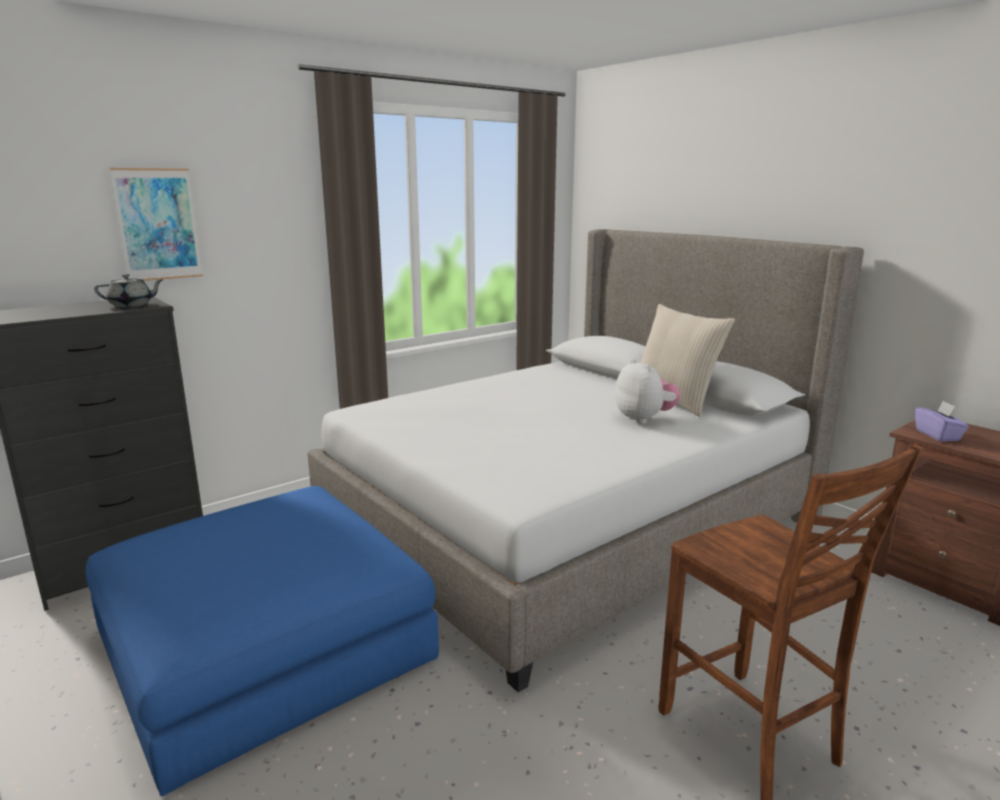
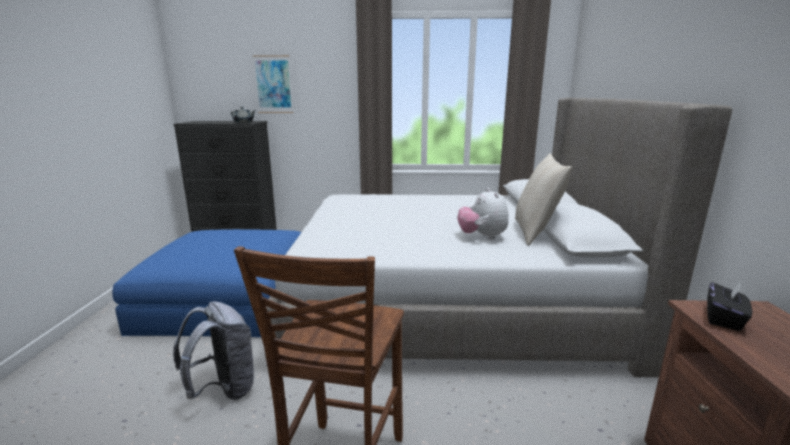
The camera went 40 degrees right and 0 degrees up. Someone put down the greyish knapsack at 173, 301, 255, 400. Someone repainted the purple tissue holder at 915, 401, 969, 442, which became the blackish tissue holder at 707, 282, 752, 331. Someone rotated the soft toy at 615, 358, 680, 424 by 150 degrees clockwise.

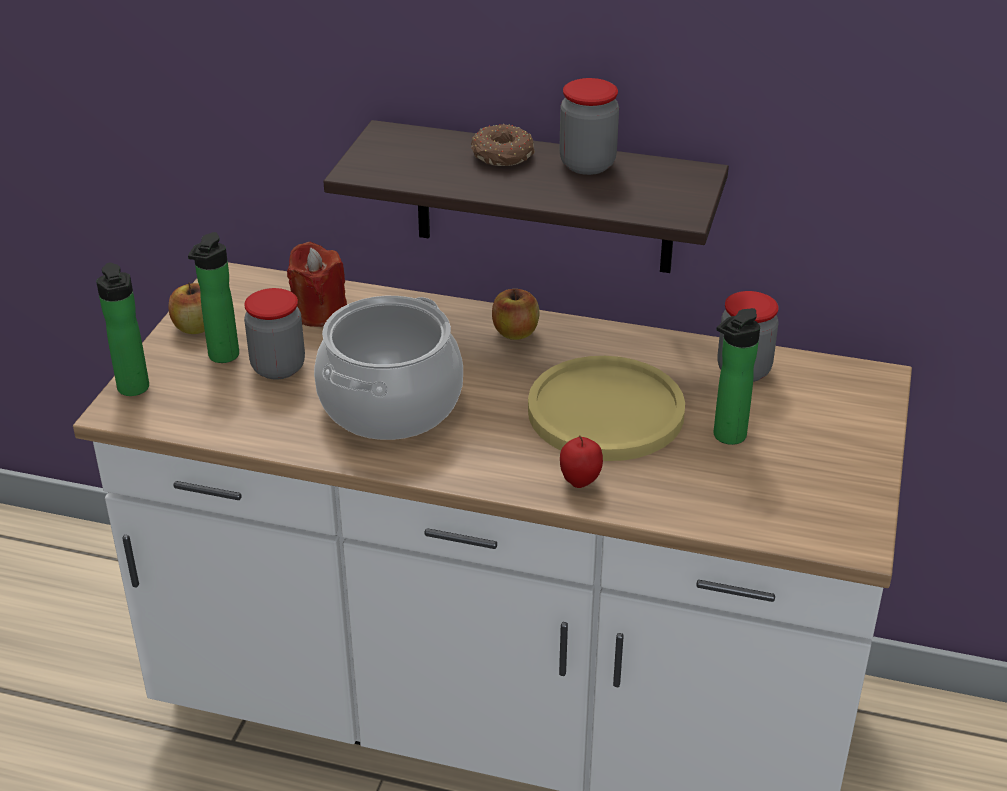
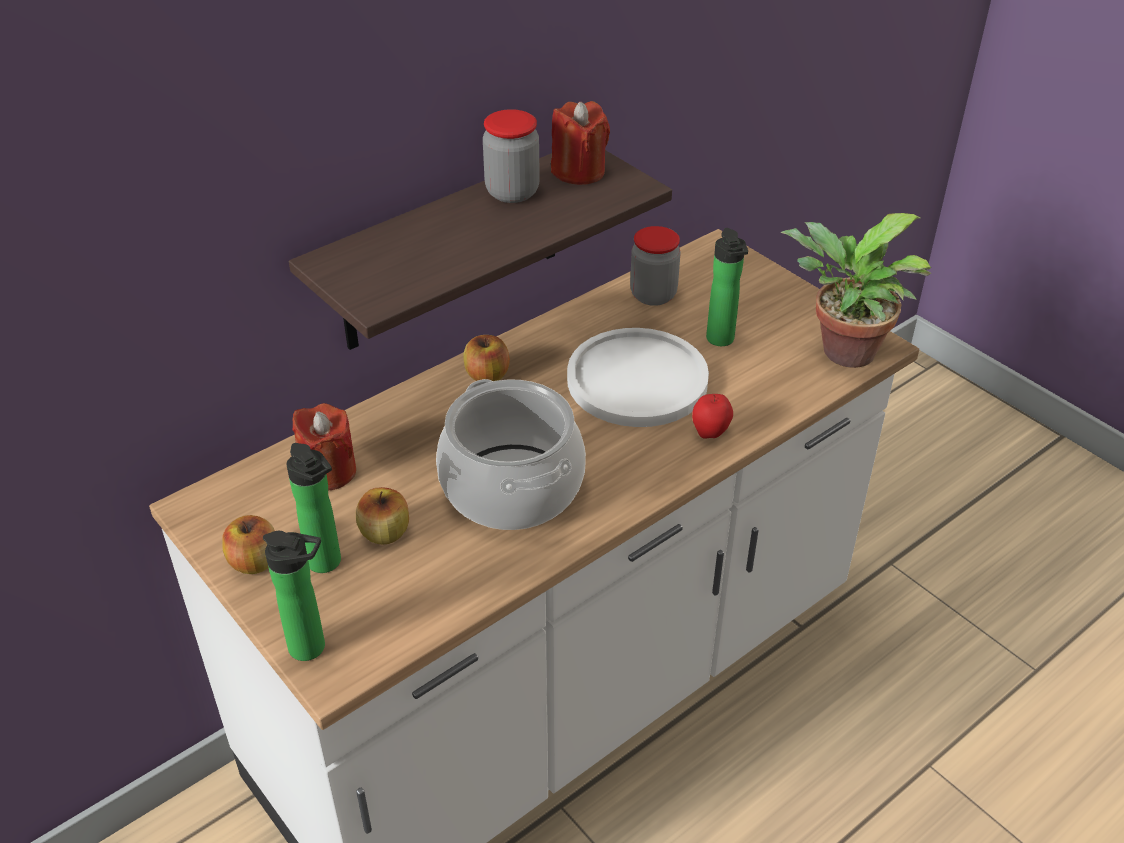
The camera went 55 degrees left and 5 degrees up. Someone took away the ring doughnut at 471, 124, 534, 166. Someone put down the reddish wax light at 551, 101, 610, 185. Someone put down the potted plant at 780, 213, 931, 368. Someone swapped the storage jar at 244, 288, 305, 379 for the apple fruit at 356, 487, 409, 545. Someone repainted the yellow flat dish at 528, 356, 685, 461, which became the white-coloured flat dish at 567, 328, 709, 427.

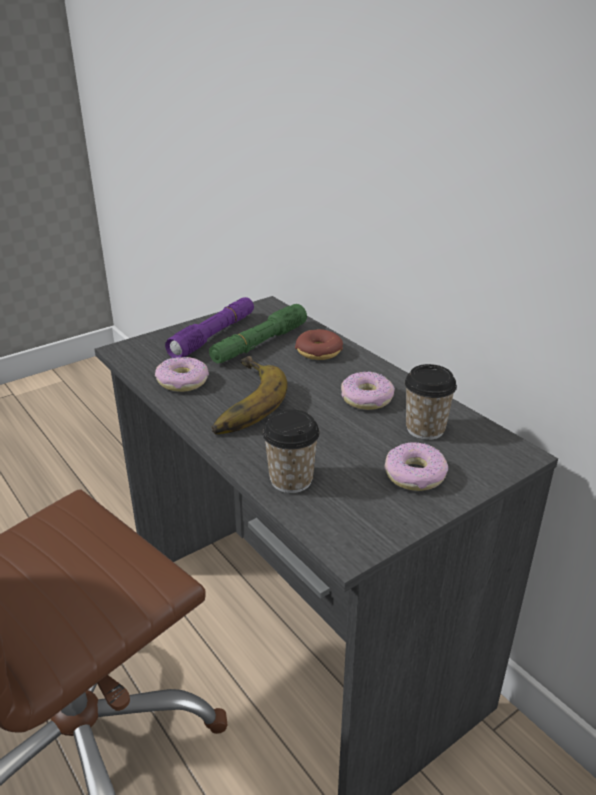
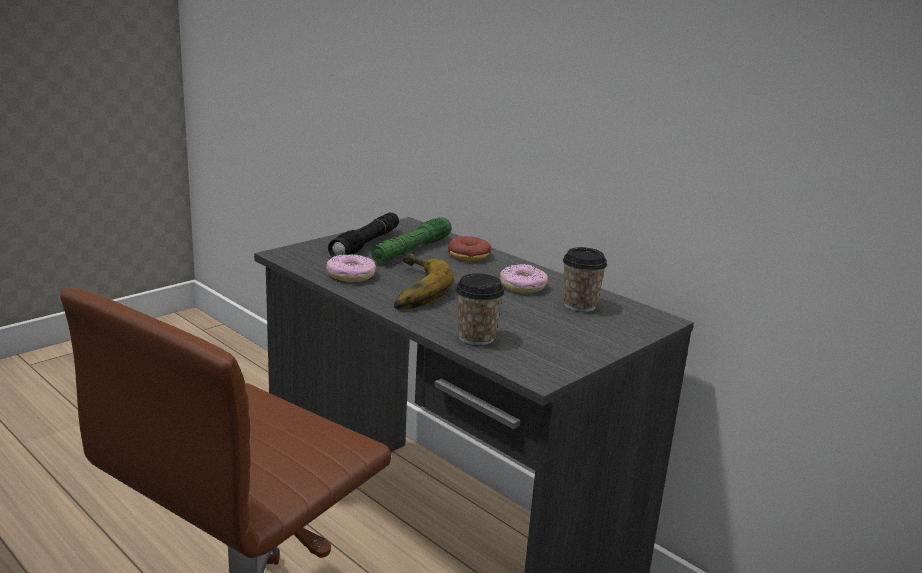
The camera went 10 degrees left and 10 degrees down. Someone took away the ring doughnut at 384, 442, 448, 491. Someone repainted the purple flashlight at 165, 297, 254, 358, which became the blackish flashlight at 328, 213, 399, 257.

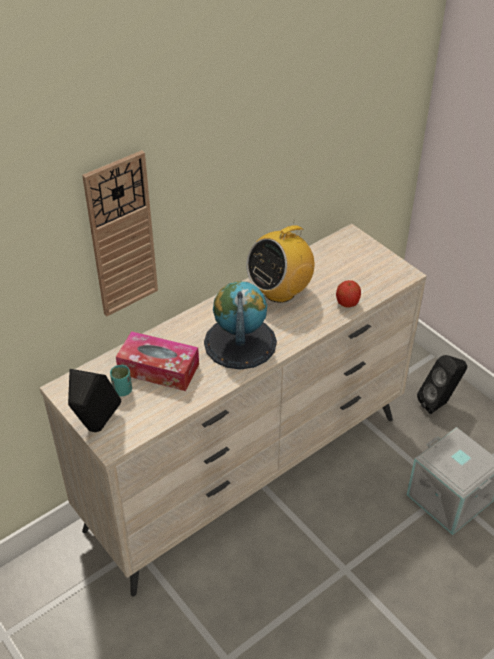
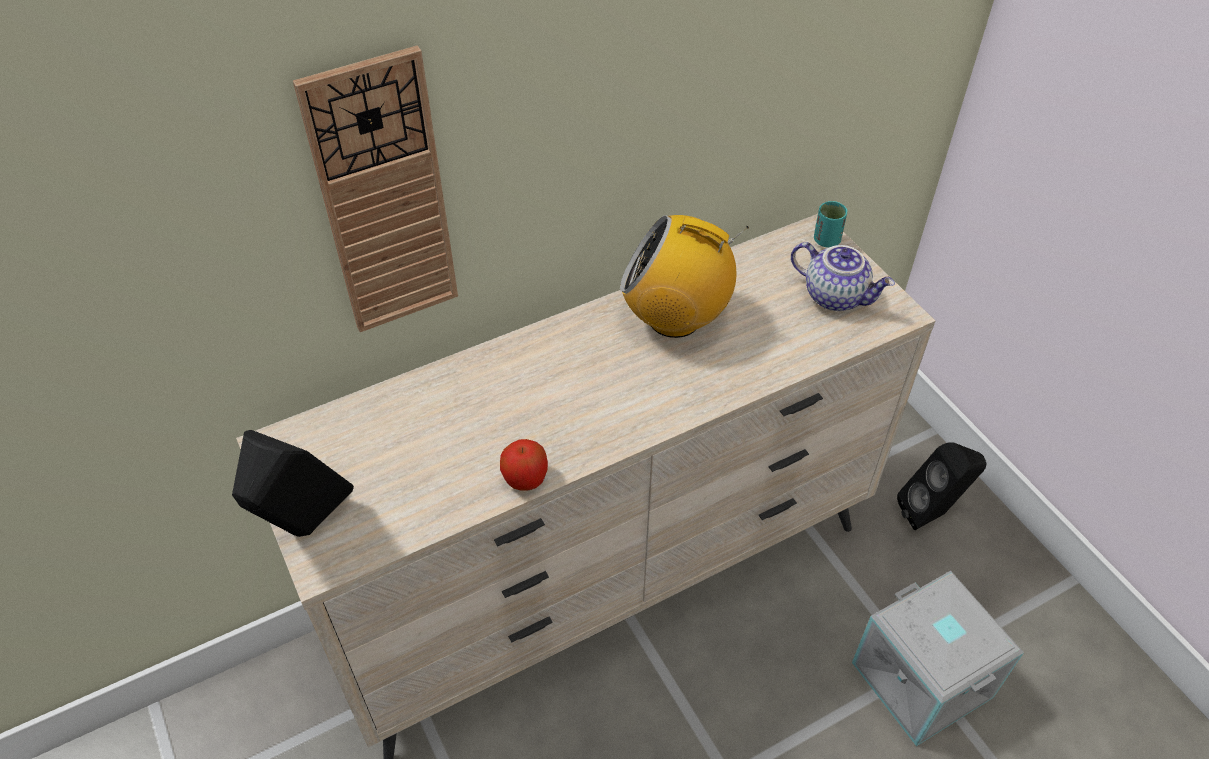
The camera went 10 degrees right and 5 degrees up. Someone took away the tissue holder at 116, 331, 199, 391. Someone took away the globe at 204, 281, 277, 370. Someone put down the tea pot at 791, 242, 895, 311. Someone carried the blue-green cup from 110, 365, 132, 396 to 814, 201, 848, 248. Someone carried the apple fruit from 336, 280, 361, 308 to 500, 439, 548, 491. Someone rotated the radio at 246, 220, 314, 303 by 45 degrees clockwise.

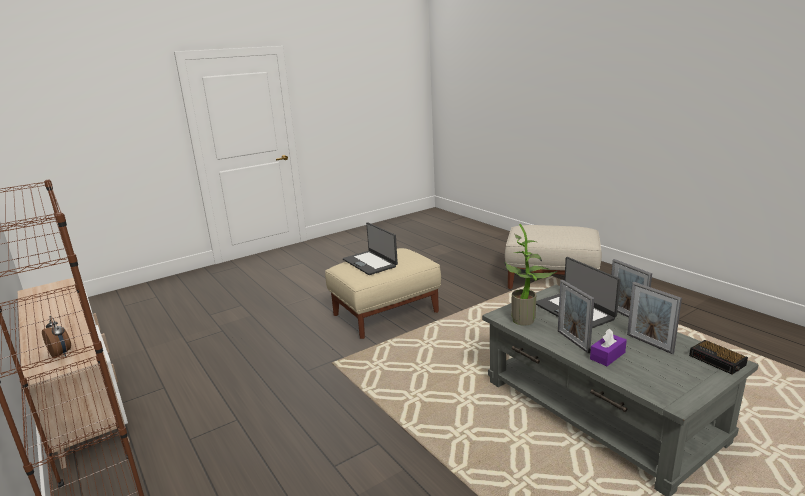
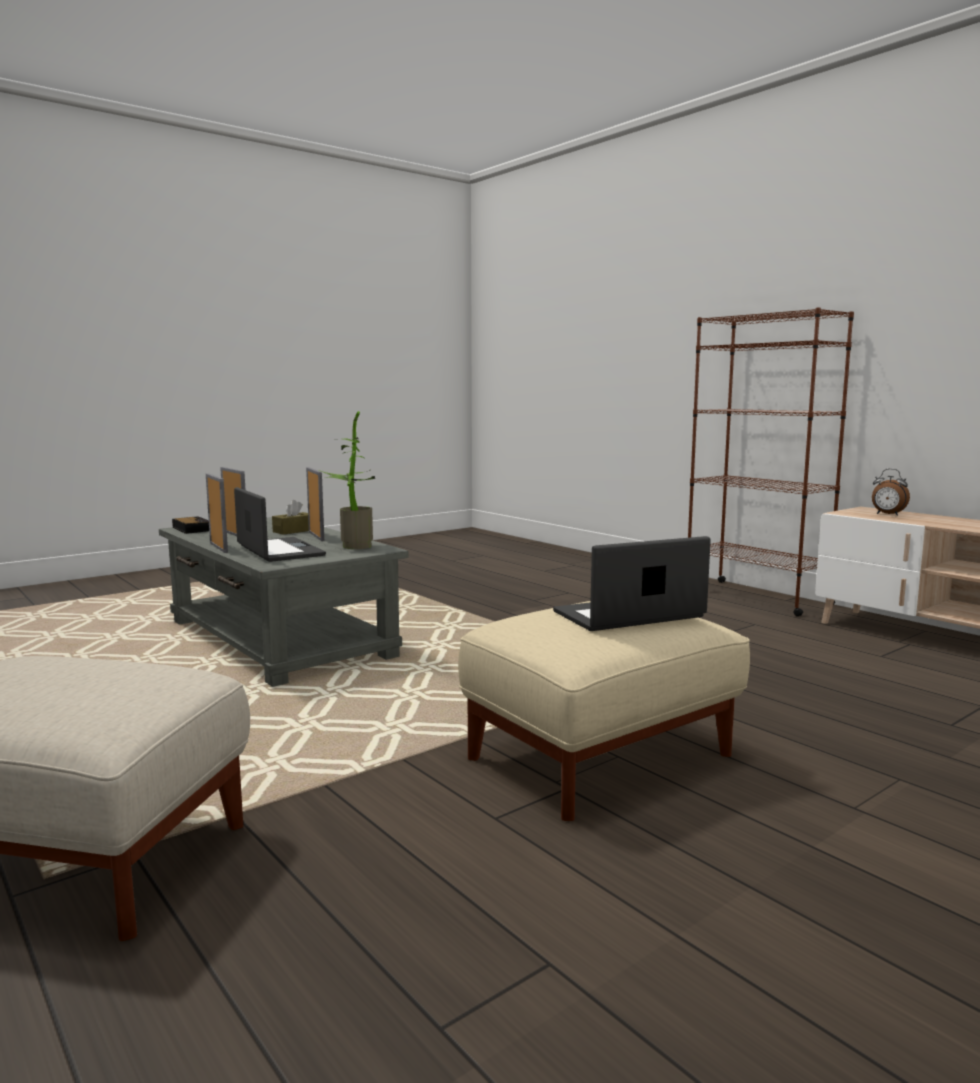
The camera went 175 degrees right and 10 degrees down. Someone repainted the purple tissue holder at 590, 329, 627, 366, which became the brown tissue holder at 272, 500, 309, 535. Someone rotated the portable computer at 343, 222, 398, 275 by 75 degrees counterclockwise.

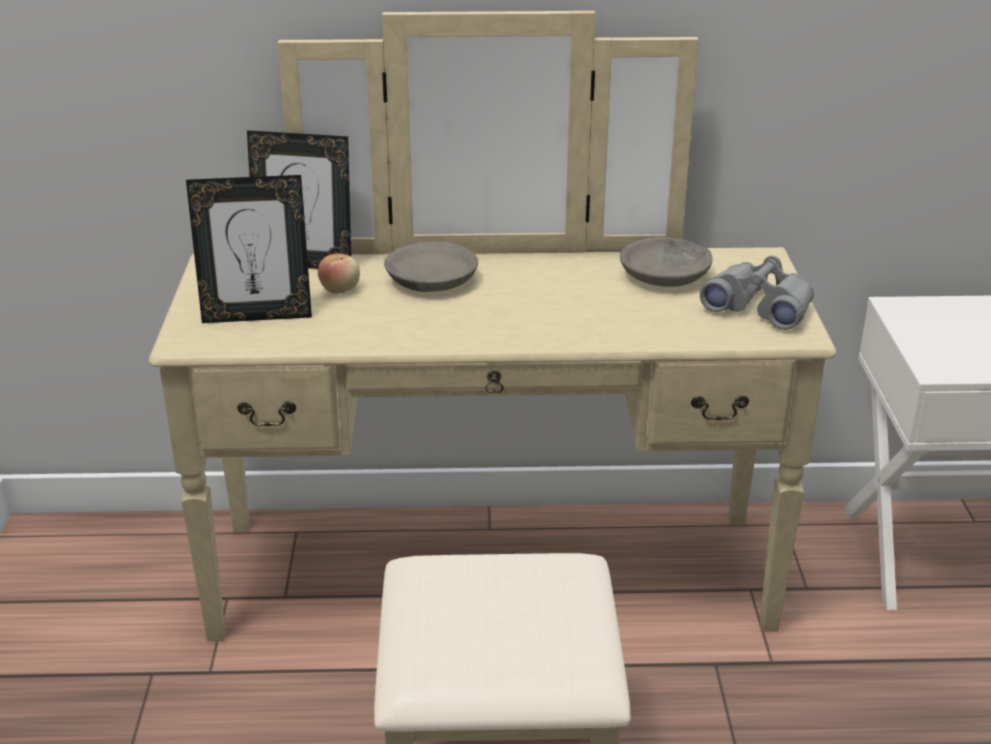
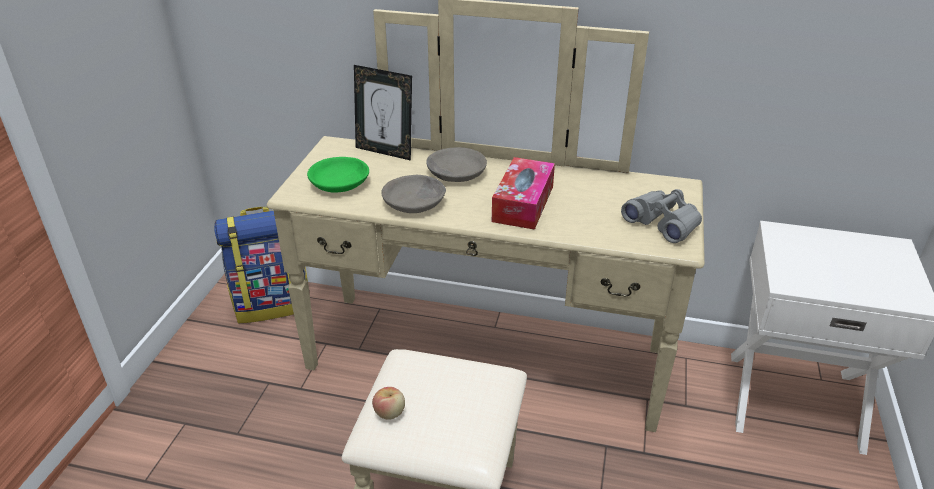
The camera went 15 degrees right and 5 degrees up. Someone put down the knapsack at 214, 207, 308, 323. Someone put down the tissue holder at 492, 157, 555, 230. Someone carried the apple fruit from 318, 253, 360, 294 to 372, 387, 405, 420. Someone carried the greyish serving bowl from 620, 237, 713, 287 to 381, 175, 446, 213. Someone swapped the photo frame at 186, 175, 312, 323 for the green serving bowl at 307, 157, 369, 193.

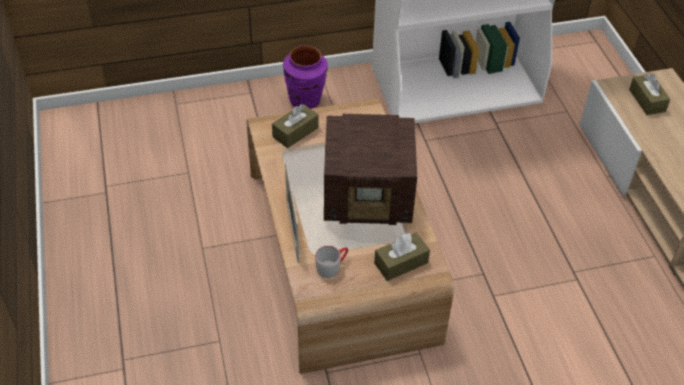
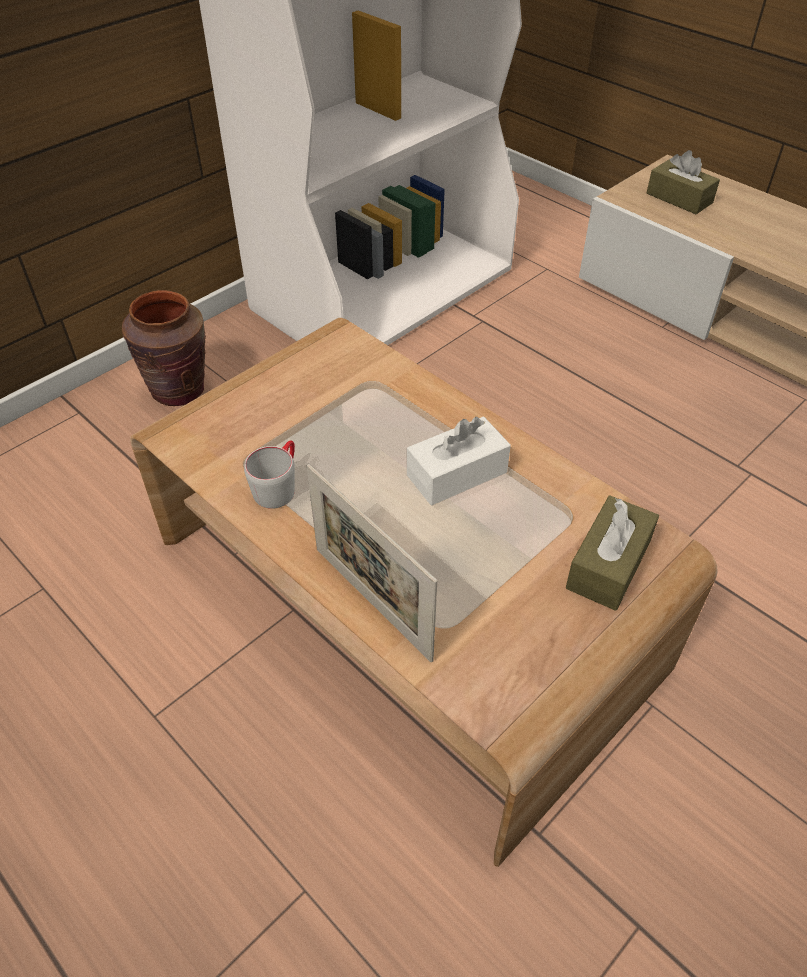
The camera went 30 degrees left and 0 degrees up. Someone took away the brown tissue holder at 272, 104, 318, 148. Someone carried the greyish mug from 315, 245, 348, 278 to 244, 440, 295, 509. Someone swapped the radio at 324, 114, 417, 225 for the white-coloured tissue holder at 407, 416, 511, 505. Someone repainted the purple flower vase at 283, 45, 328, 109, which became the brown flower vase at 122, 290, 206, 406.

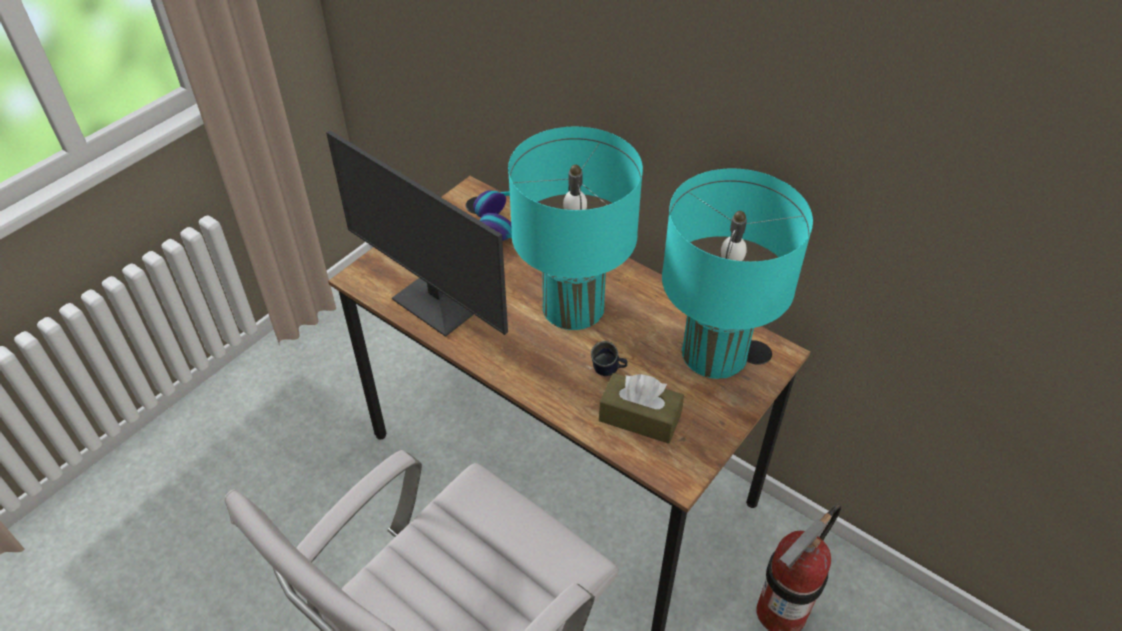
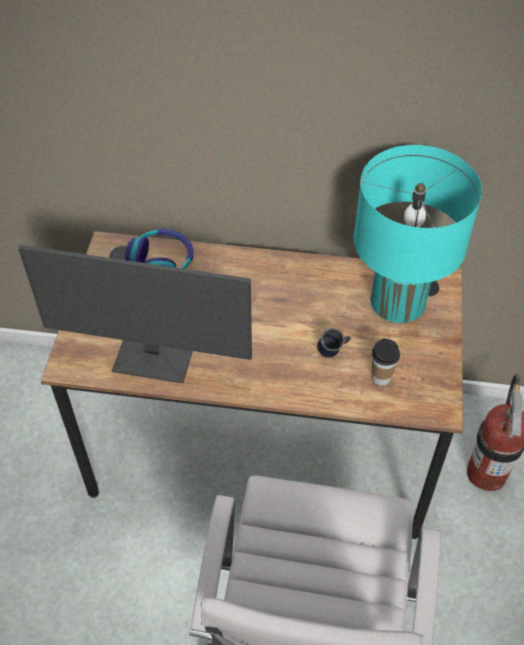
The camera went 30 degrees left and 5 degrees up. Someone took away the blue-green lamp for a table at 508, 127, 643, 330. Someone swapped the brown tissue holder at 599, 373, 684, 444 for the cup at 372, 338, 400, 386.

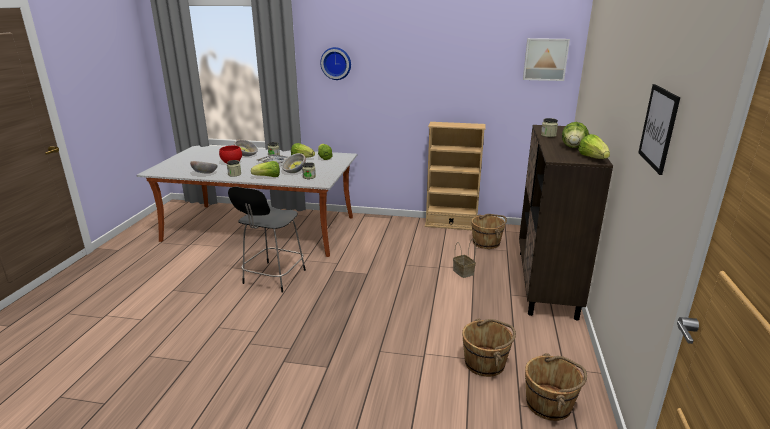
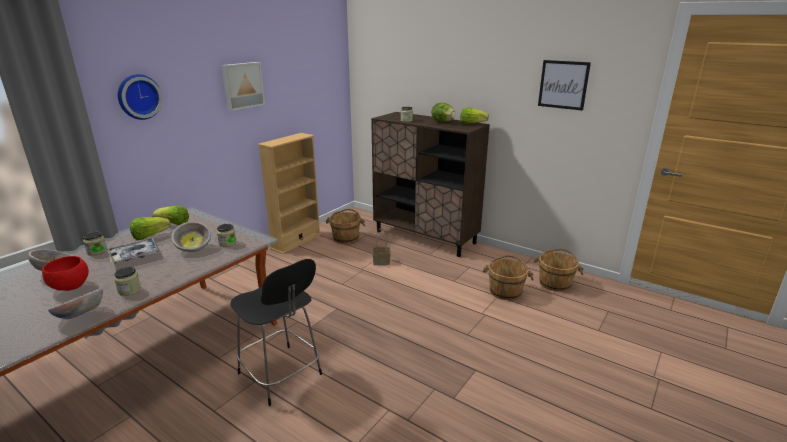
The camera went 65 degrees left and 0 degrees up. Someone took away the lettuce at 251, 161, 280, 177. Someone carried the picture from 523, 38, 570, 81 to 221, 62, 265, 111.

